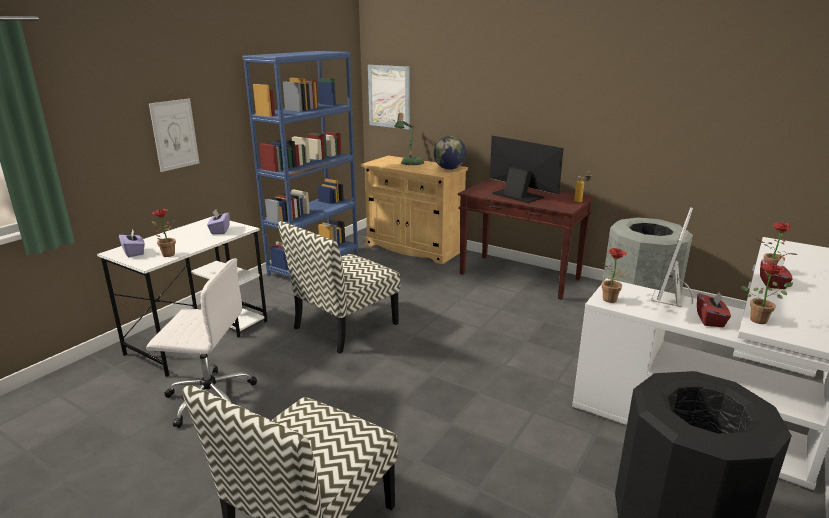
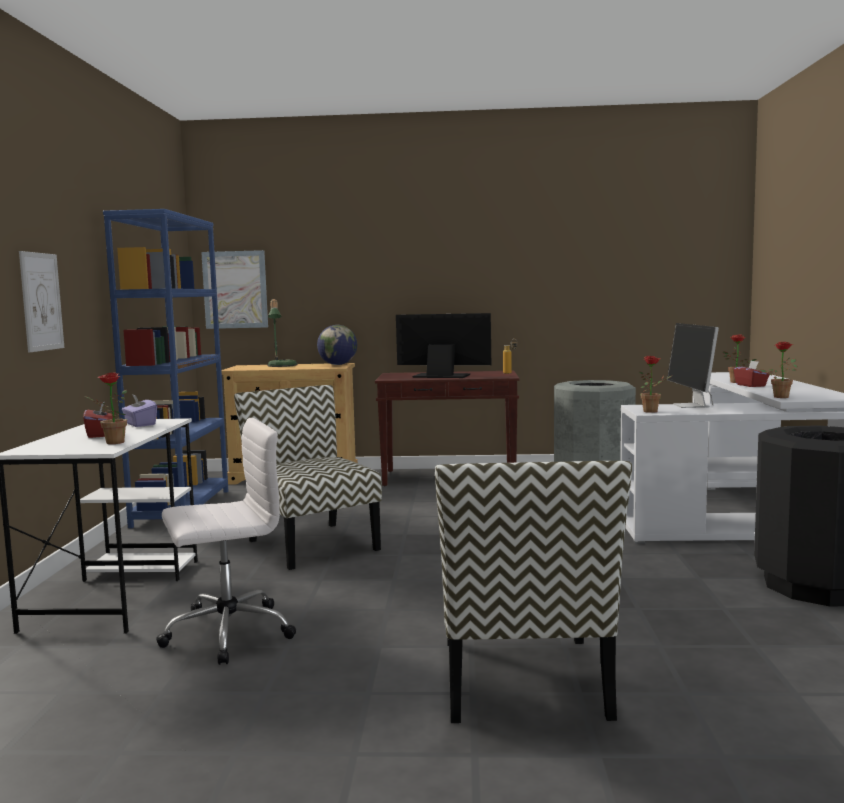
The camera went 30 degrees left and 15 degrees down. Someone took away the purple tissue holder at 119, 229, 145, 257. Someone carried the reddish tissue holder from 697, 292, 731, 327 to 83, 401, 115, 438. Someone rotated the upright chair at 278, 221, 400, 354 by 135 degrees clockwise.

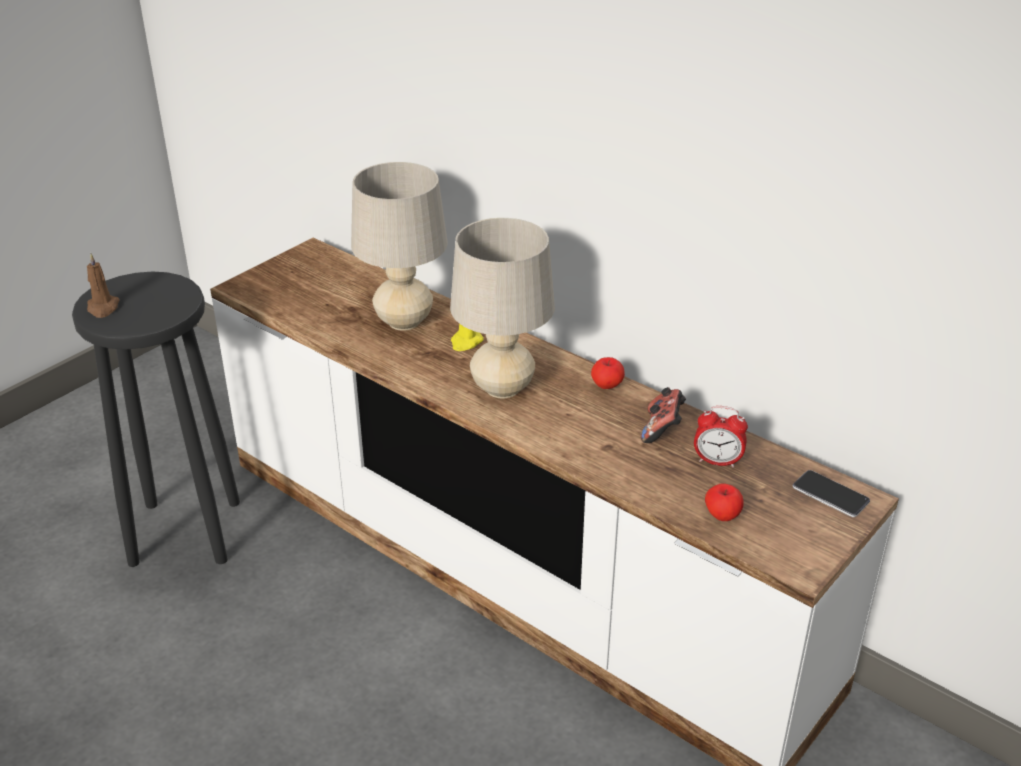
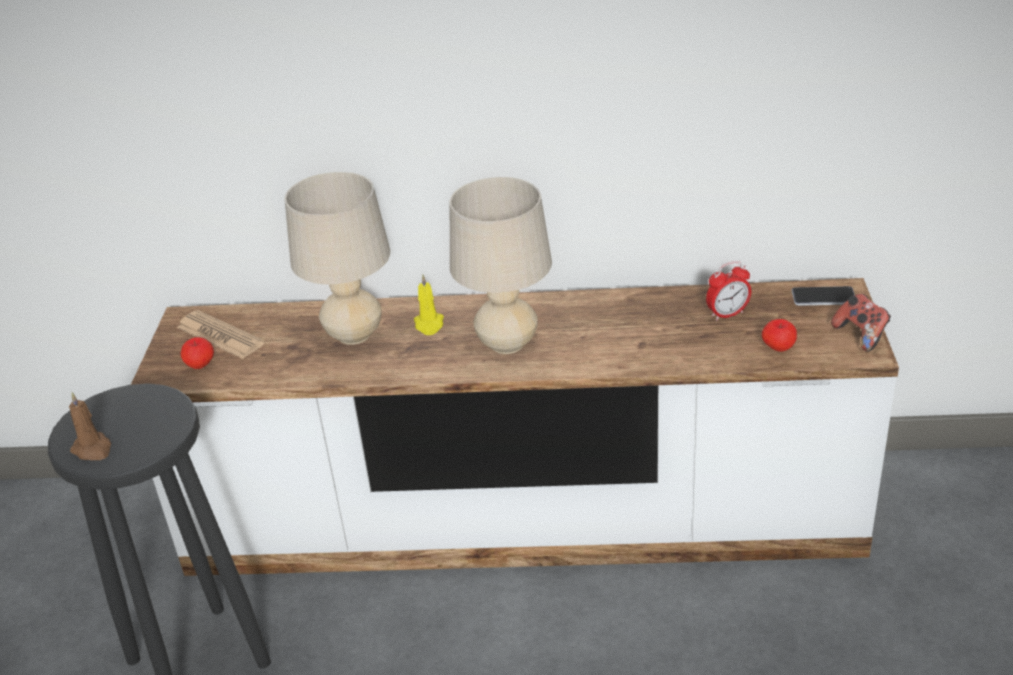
The camera went 35 degrees left and 0 degrees up. Someone put down the newspaper at 177, 310, 265, 359. Someone carried the apple fruit from 591, 357, 625, 389 to 181, 337, 214, 369. Someone carried the joypad from 641, 387, 686, 443 to 831, 294, 891, 352.

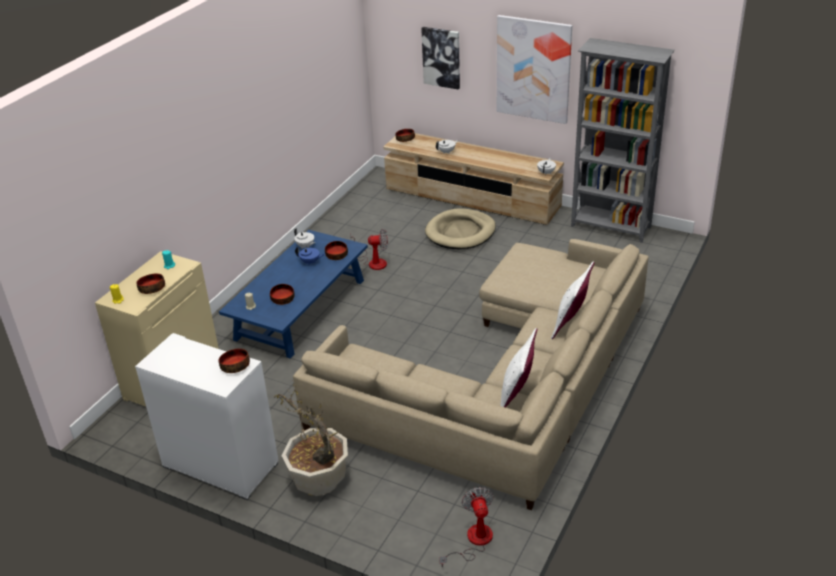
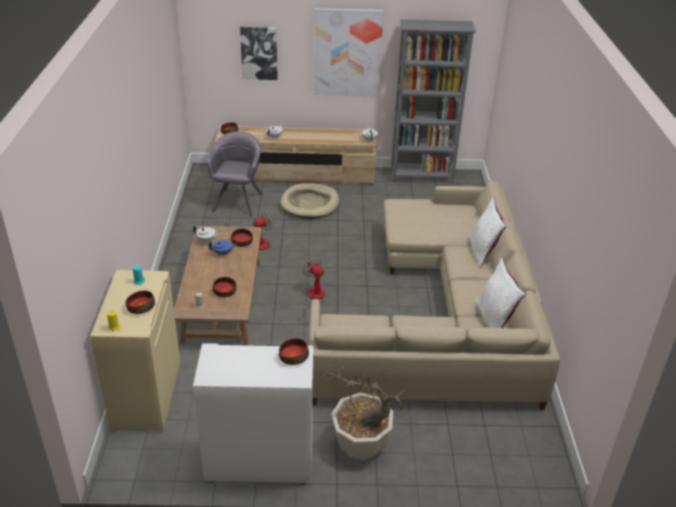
The camera went 30 degrees left and 0 degrees up. Someone put down the greyish armchair at 206, 131, 263, 217. Someone carried the electric fan from 439, 487, 493, 567 to 301, 257, 325, 317. Someone repainted the blue-coloured coffee table at 219, 230, 368, 359, which became the brown coffee table at 174, 226, 262, 345.

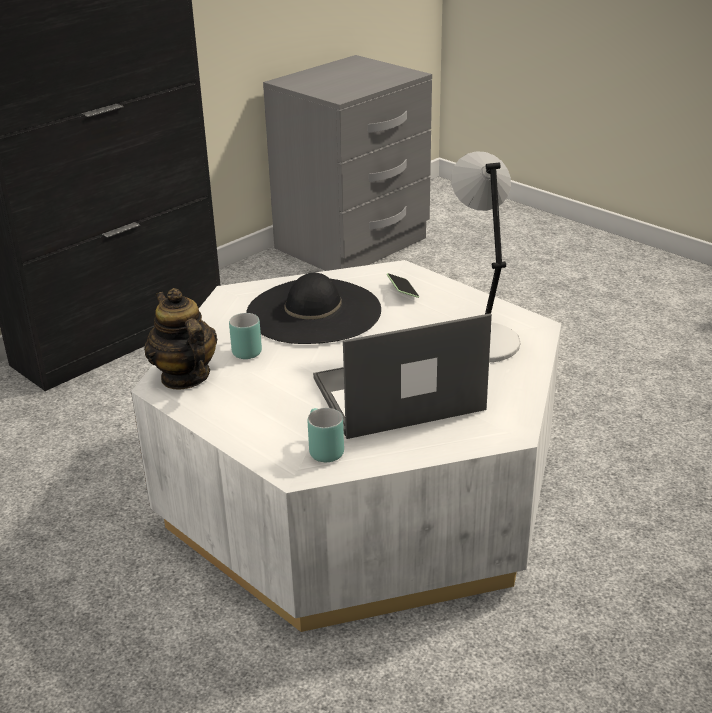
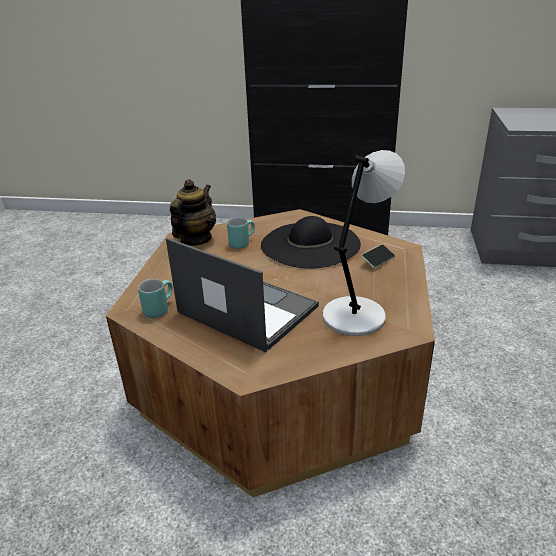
The camera went 55 degrees right and 0 degrees up. Someone repainted the white-coloured coffee table at 131, 260, 561, 632, which became the brown coffee table at 106, 209, 435, 497.

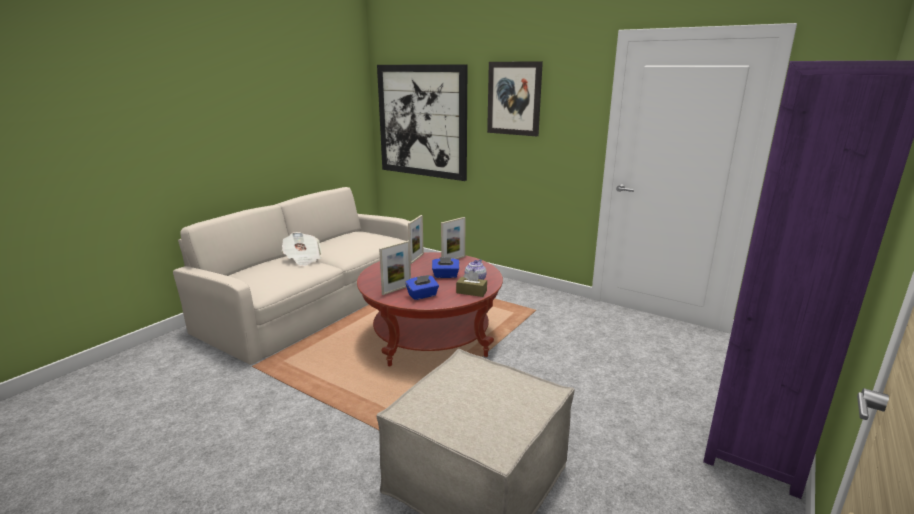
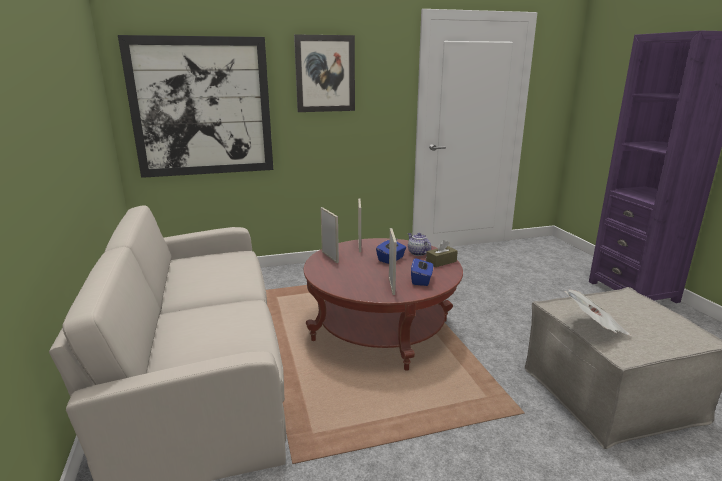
The camera went 50 degrees left and 0 degrees up. Someone carried the newspaper from 282, 232, 322, 266 to 564, 290, 631, 336.

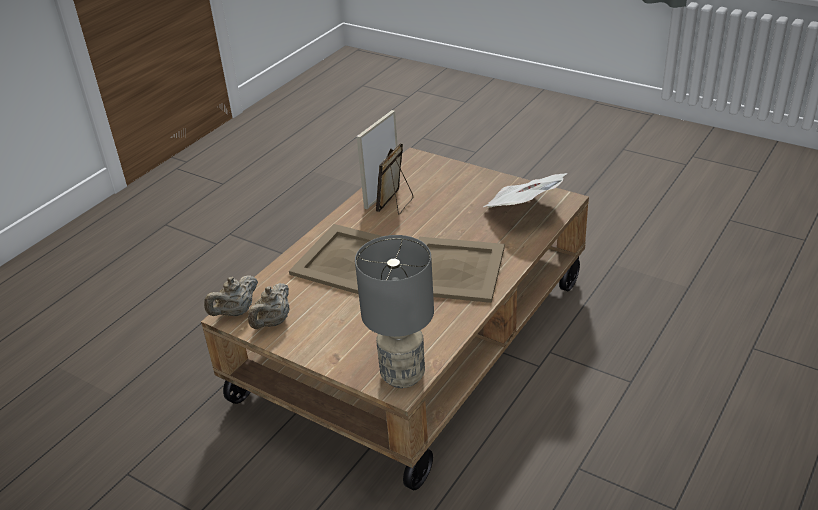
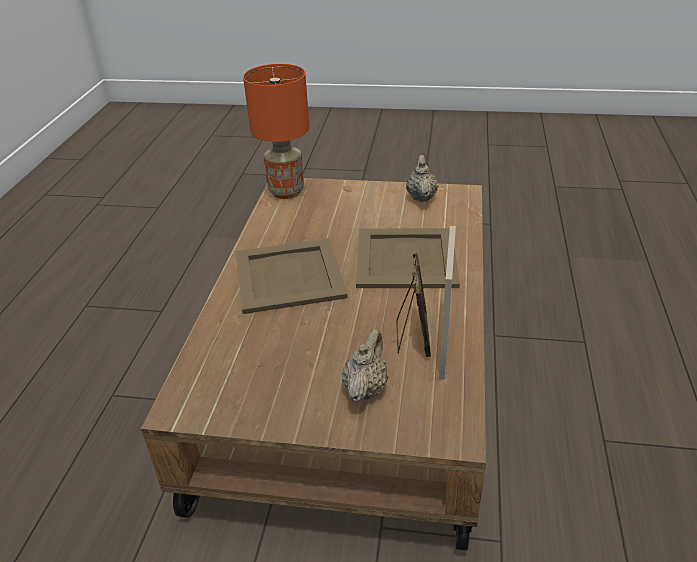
The camera went 155 degrees right and 0 degrees up. Someone took away the newspaper at 483, 173, 568, 207. Someone carried the beige-coloured tea pot from 204, 275, 258, 316 to 342, 329, 389, 402. Someone repainted the greyish lamp for a table at 355, 235, 434, 388, which became the orangey lamp for a table at 243, 64, 309, 199.

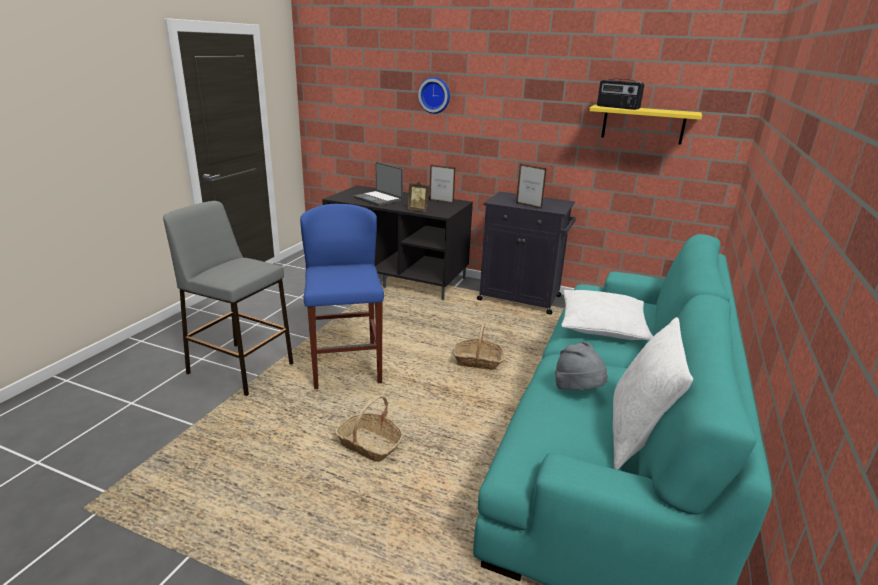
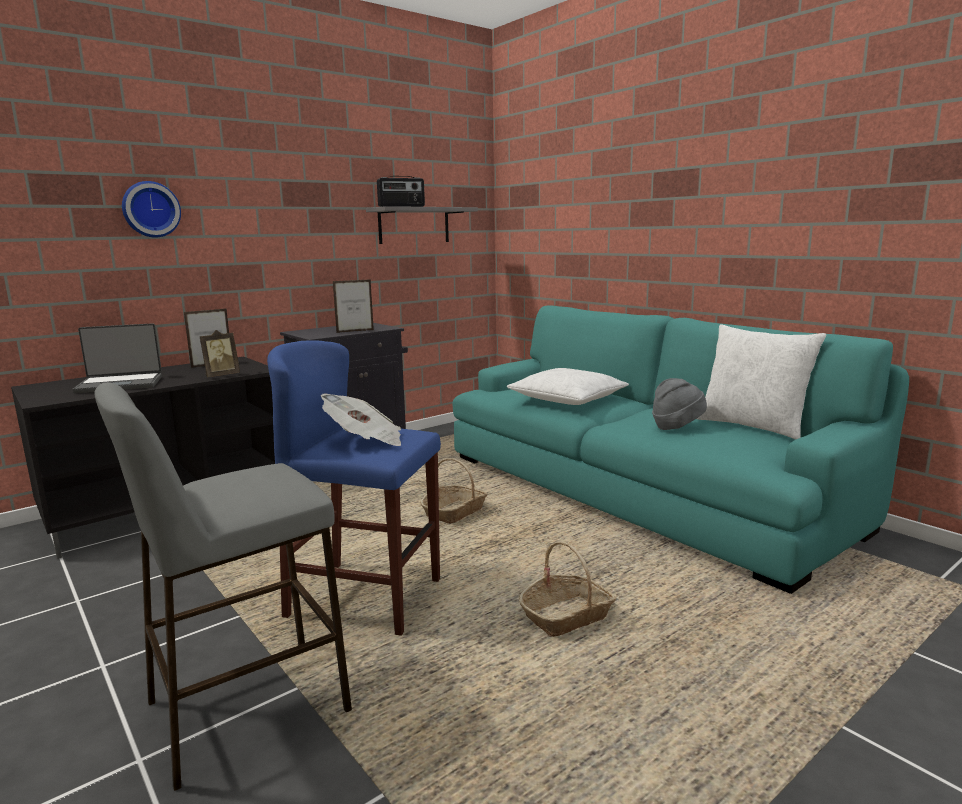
The camera went 60 degrees left and 10 degrees down. Someone put down the newspaper at 321, 394, 401, 446. Someone repainted the yellow shelf at 589, 105, 702, 145, which became the greyish shelf at 366, 206, 478, 244.

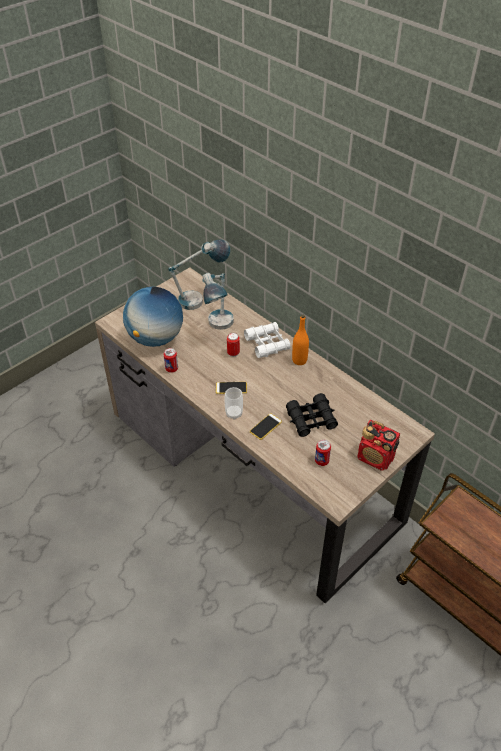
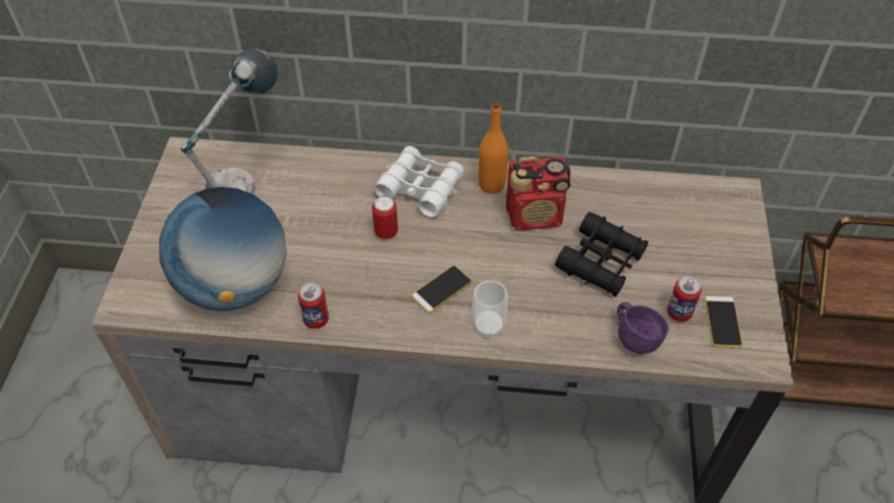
The camera went 40 degrees left and 5 degrees up. Someone took away the lamp for a table at 202, 273, 234, 330. Someone put down the purple mug at 617, 302, 669, 354. Someone carried the phone from 250, 414, 282, 440 to 704, 296, 743, 348. Someone carried the radio from 357, 420, 400, 471 to 506, 156, 570, 231.

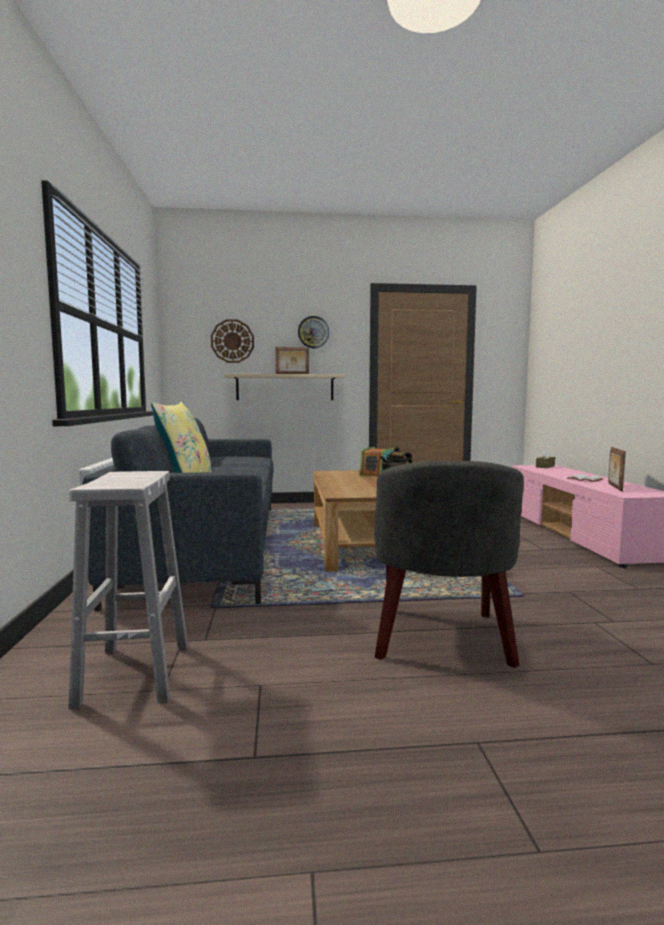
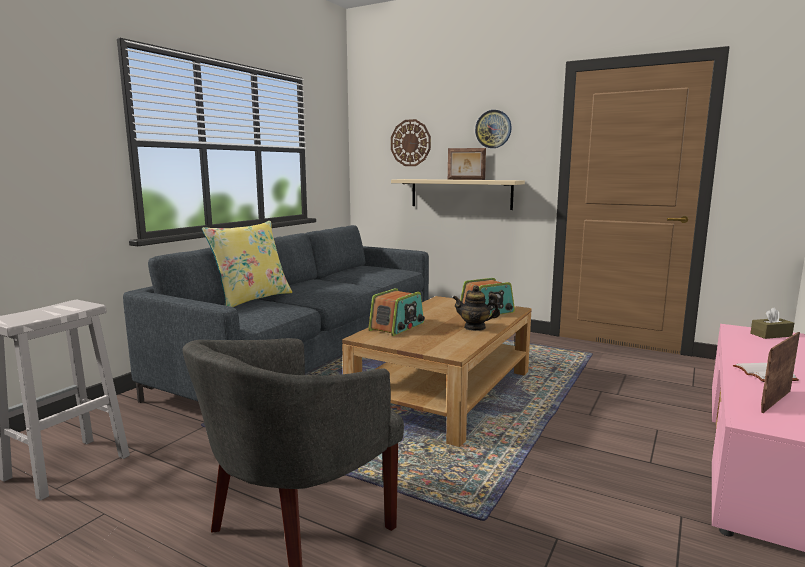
The camera went 35 degrees right and 5 degrees up. Someone put down the radio at 368, 288, 425, 336.

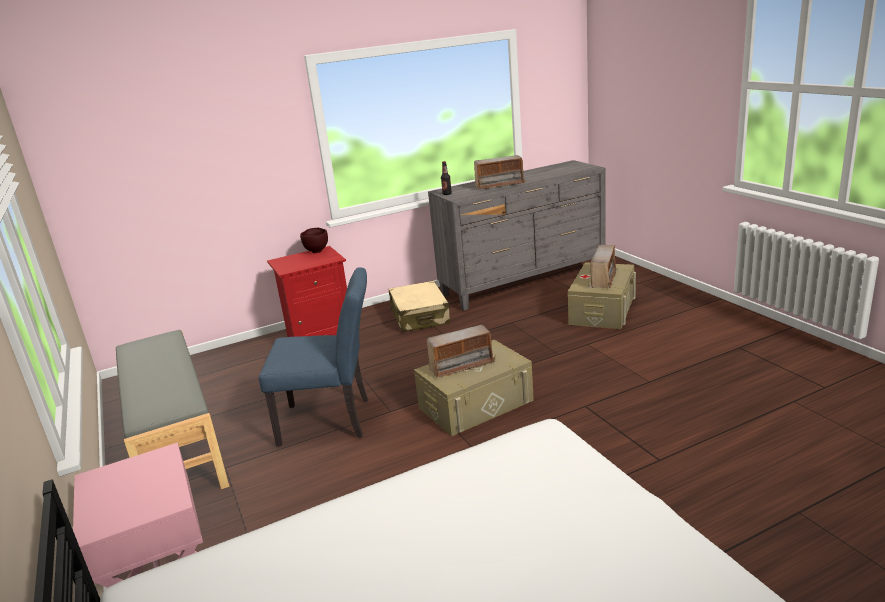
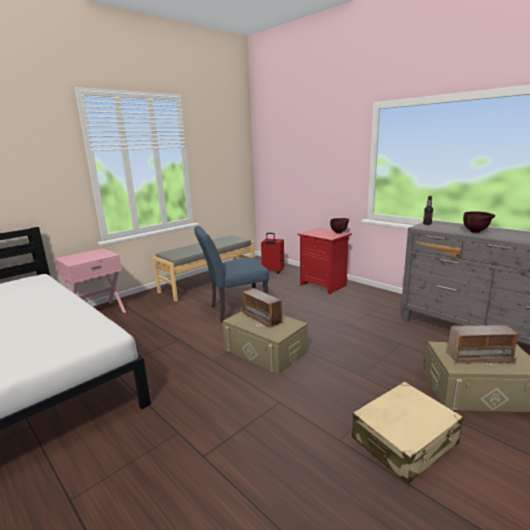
The camera went 70 degrees right and 5 degrees down. Someone put down the reddish travel case at 261, 233, 284, 274. Someone carried the beige-coloured travel case from 388, 281, 450, 332 to 352, 382, 463, 485. Someone swapped the radio at 474, 155, 526, 189 for the brown serving bowl at 463, 211, 495, 233. Someone rotated the blue-coloured upright chair at 259, 267, 368, 446 by 90 degrees clockwise.

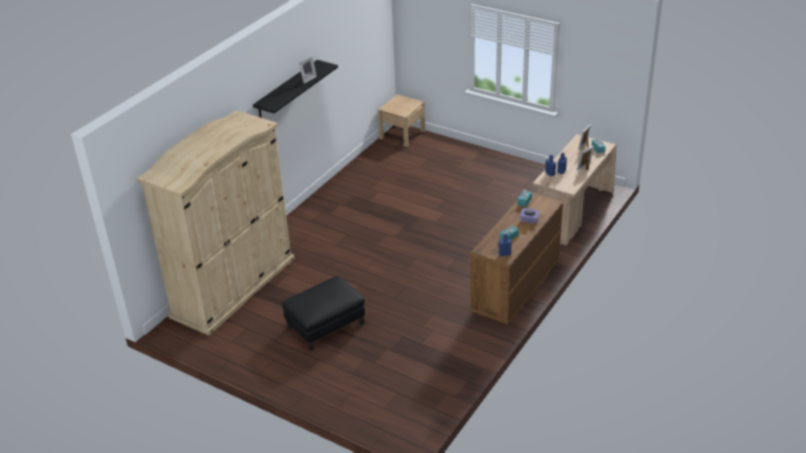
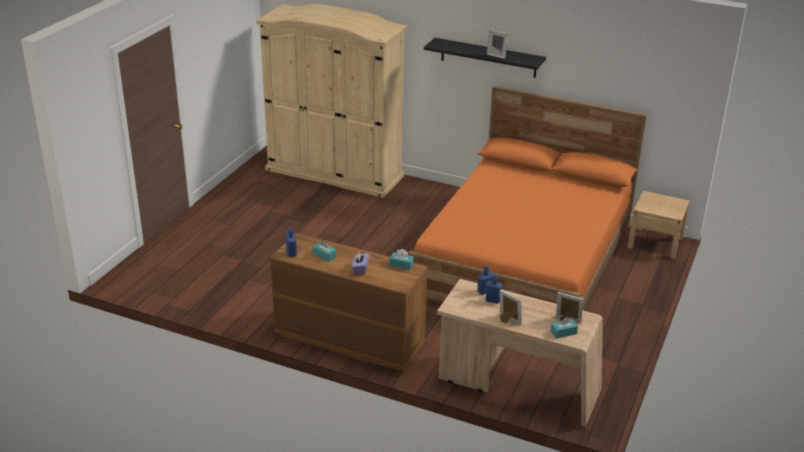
The camera went 80 degrees right and 5 degrees down. Someone took away the blackish pouffe at 282, 276, 365, 351. Someone put down the orangey bedroom bed at 409, 86, 647, 311.

